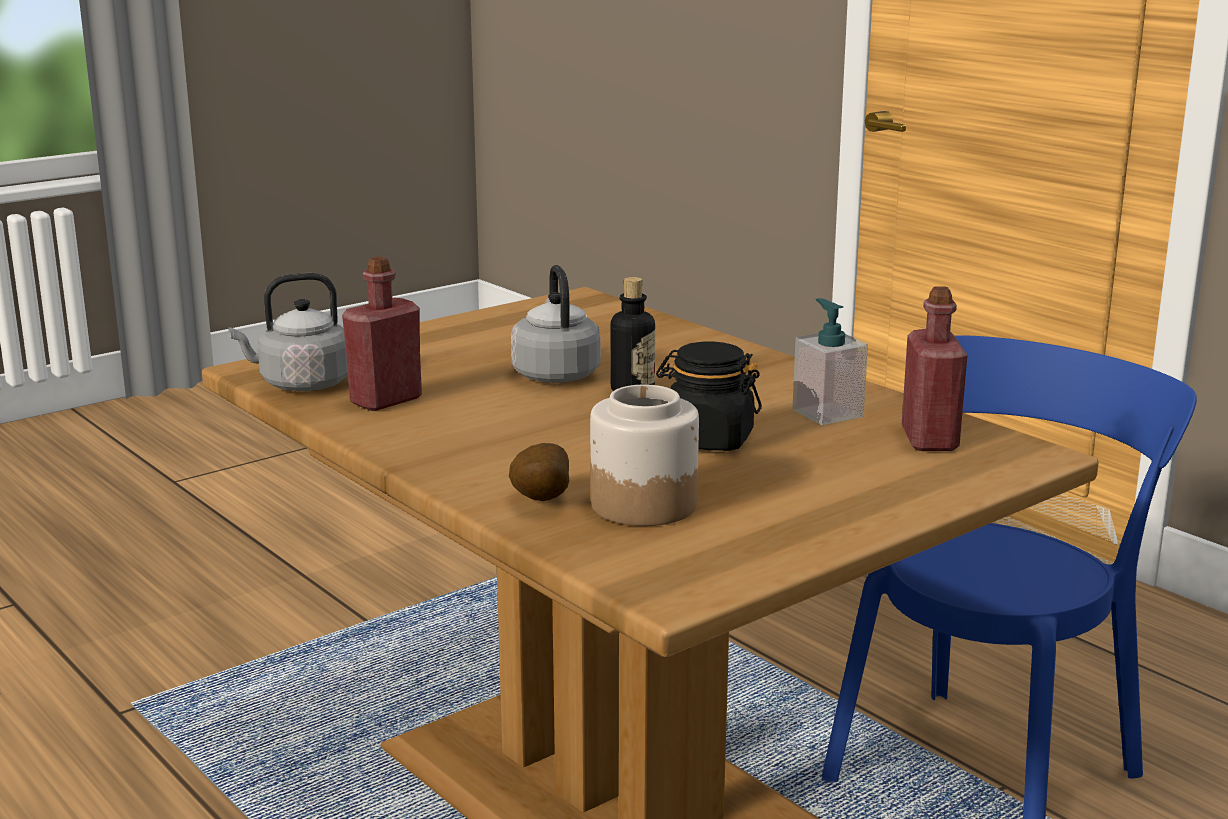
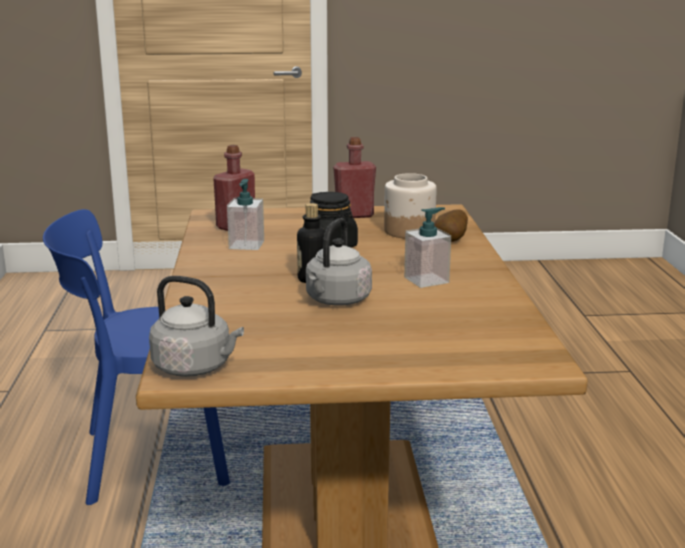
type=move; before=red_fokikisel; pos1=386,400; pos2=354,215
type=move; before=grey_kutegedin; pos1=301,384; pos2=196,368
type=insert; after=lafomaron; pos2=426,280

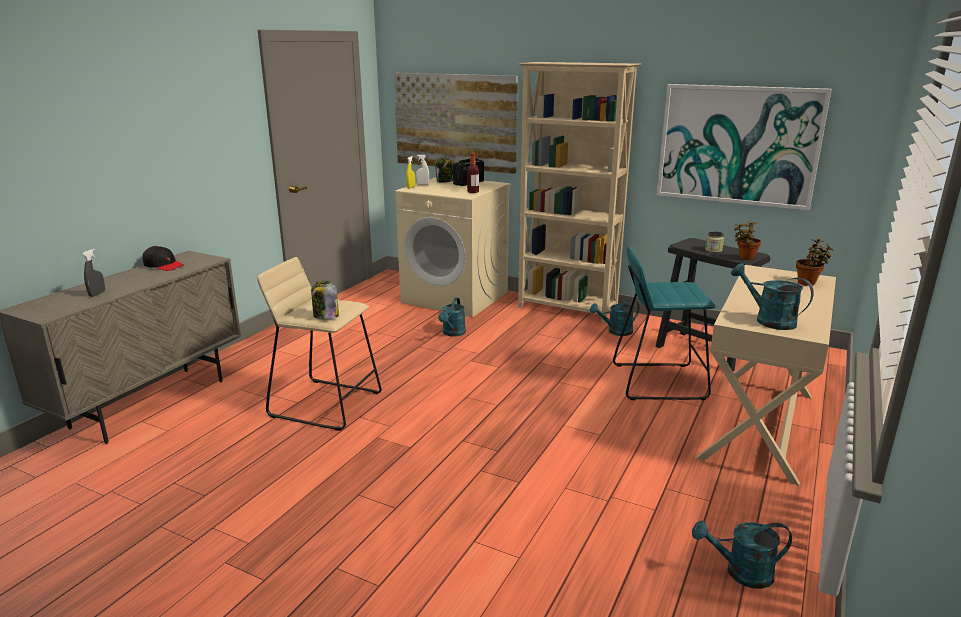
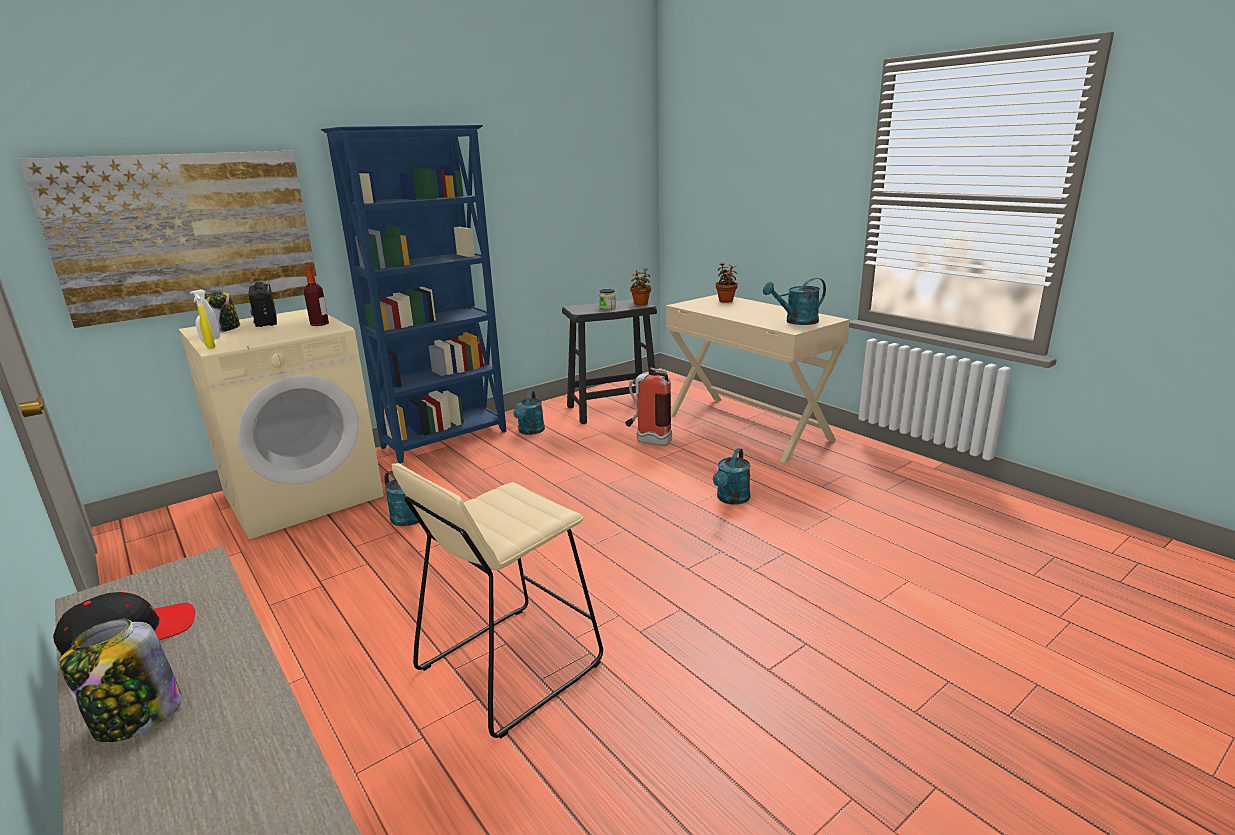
type=recolor; before=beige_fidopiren; after=blue_fidopiren; pos1=567,309; pos2=446,439
type=delete; before=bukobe; pos1=738,145
type=replace; before=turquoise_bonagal; after=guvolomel; pos1=658,381; pos2=647,441
type=delete; before=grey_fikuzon; pos1=97,294
type=move; before=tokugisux; pos1=325,316; pos2=136,717
type=move; before=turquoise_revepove; pos1=741,573; pos2=731,499

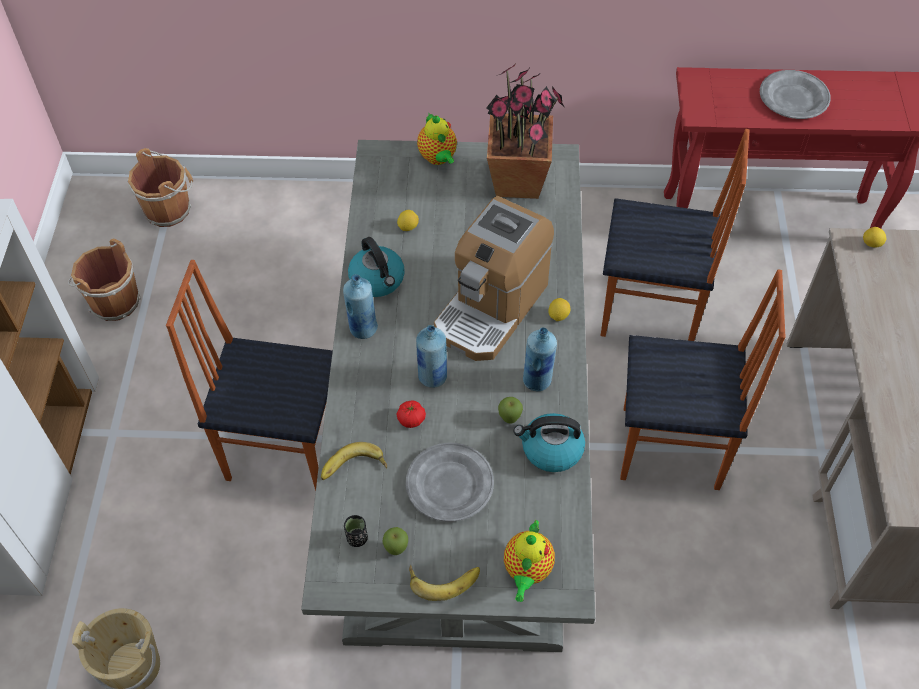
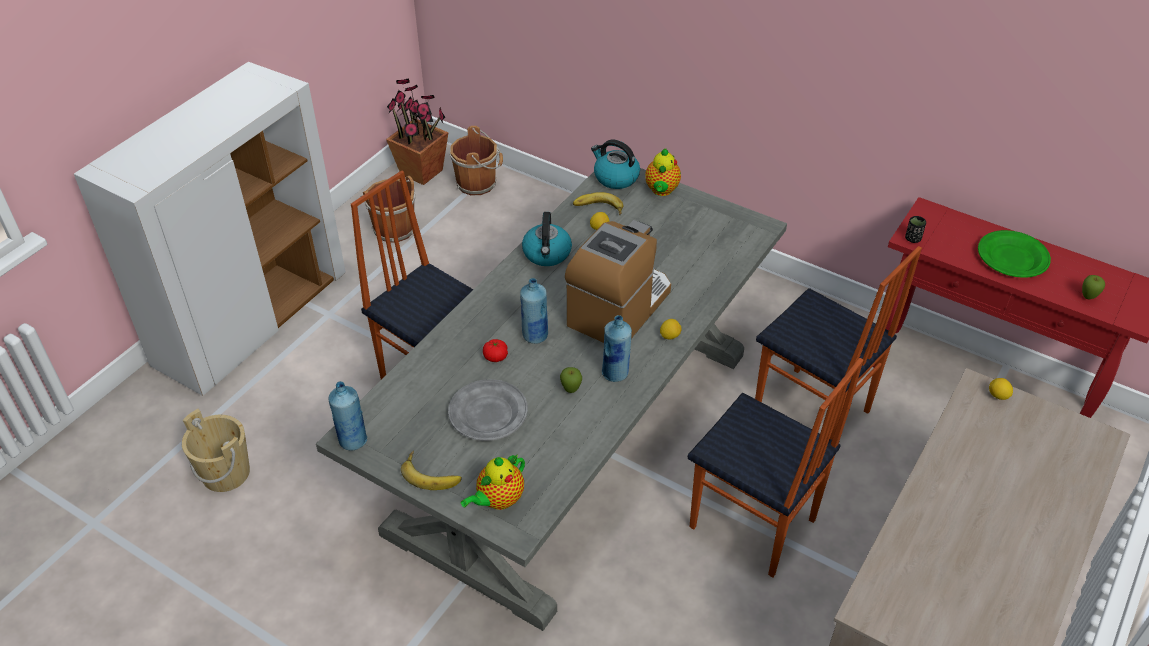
type=move; before=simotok; pos1=518,181; pos2=422,172
type=recolor; before=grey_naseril; after=green_naseril; pos1=794,98; pos2=1012,258
type=rotate; before=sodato; pos1=491,308; pos2=619,308; turn=150
type=move; before=blue_fokikisel; pos1=363,328; pos2=353,440
type=move; before=kutegedin; pos1=551,450; pos2=615,177
type=move; before=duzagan; pos1=354,469; pos2=598,209
type=move; before=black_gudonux; pos1=357,538; pos2=913,239
type=move; before=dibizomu; pos1=396,550; pos2=1088,297

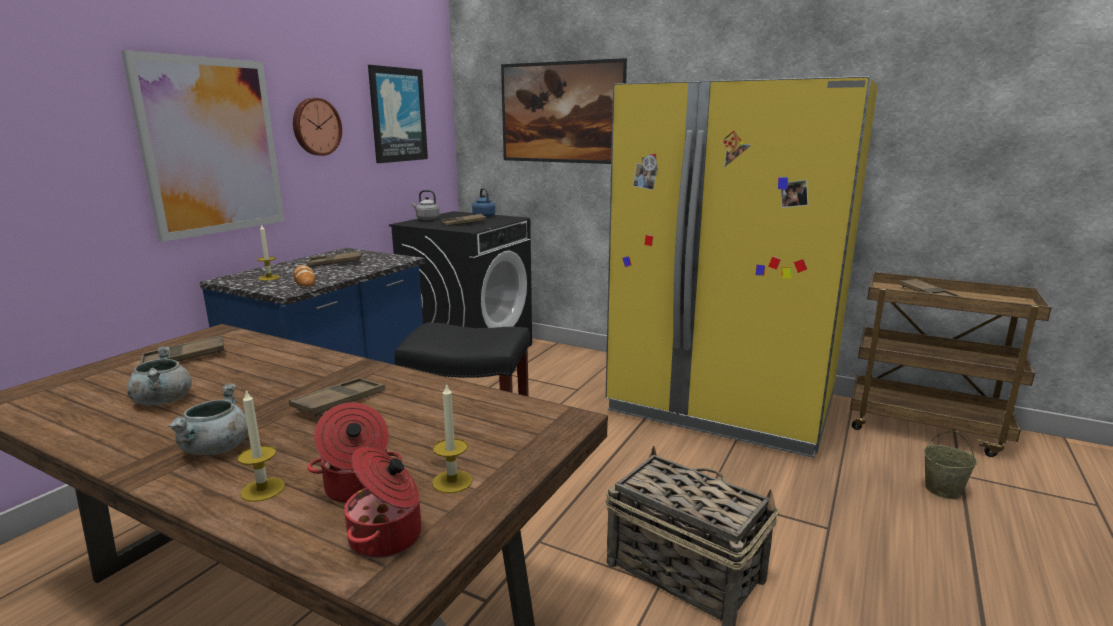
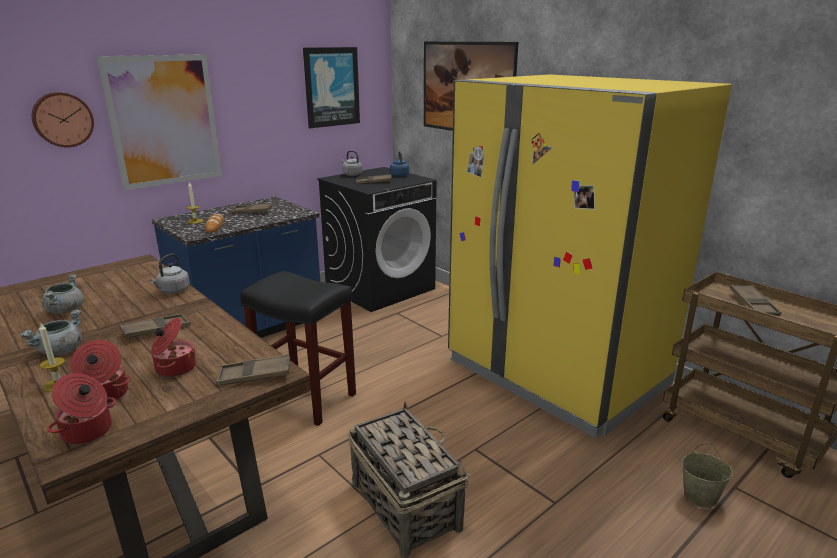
type=move; before=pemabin; pos1=315,127; pos2=62,119
type=move; before=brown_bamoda; pos1=184,358; pos2=255,375
type=delete; before=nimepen; pos1=452,481
type=insert; after=grey_kutegedin; pos2=173,291
type=insert; after=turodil; pos2=174,368

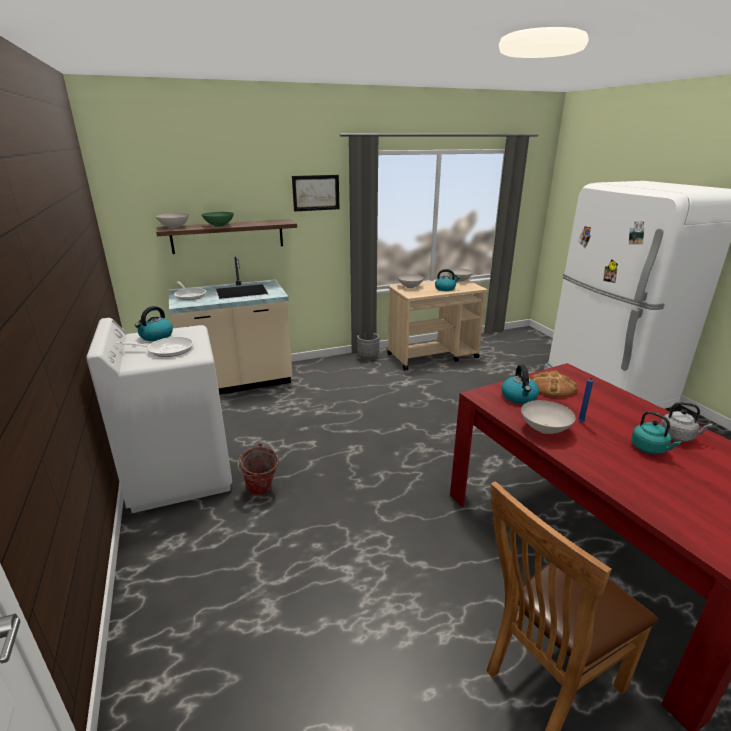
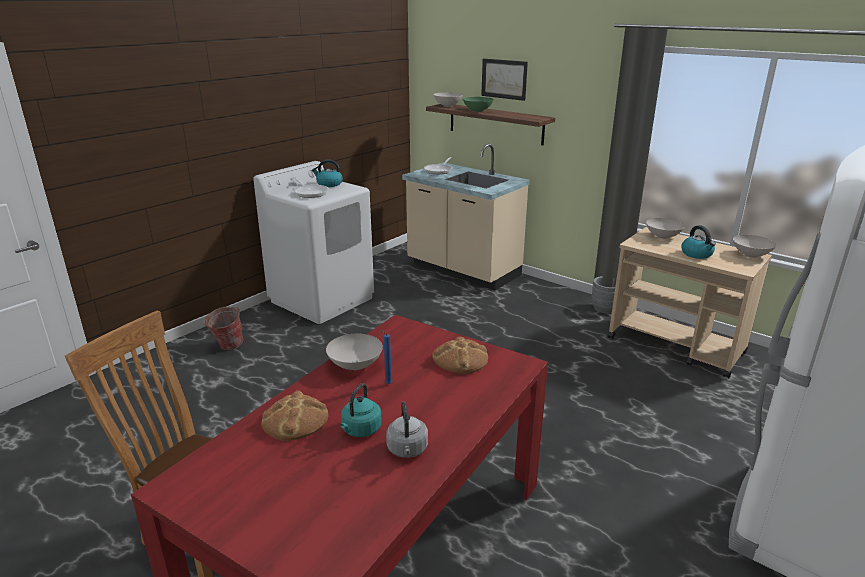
type=move; before=bukobe; pos1=316,193; pos2=504,79
type=delete; before=kutegedin; pos1=519,397
type=move; before=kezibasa; pos1=261,491; pos2=227,347
type=insert; after=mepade; pos2=295,419

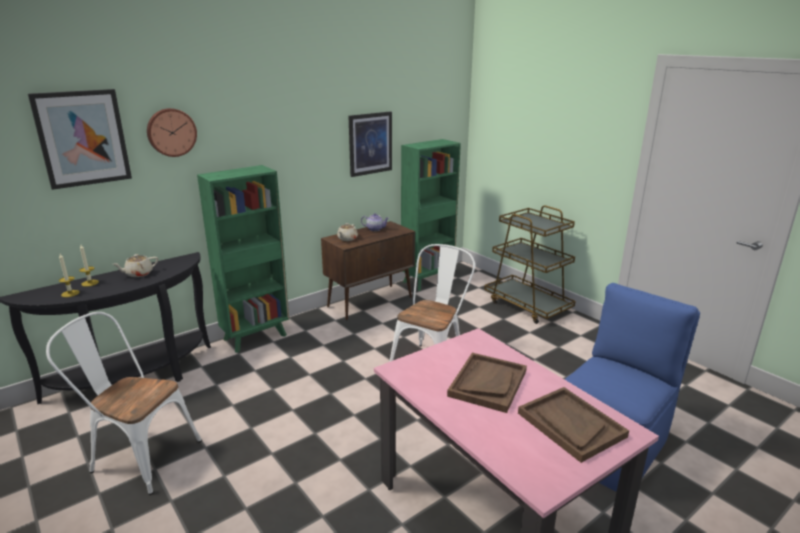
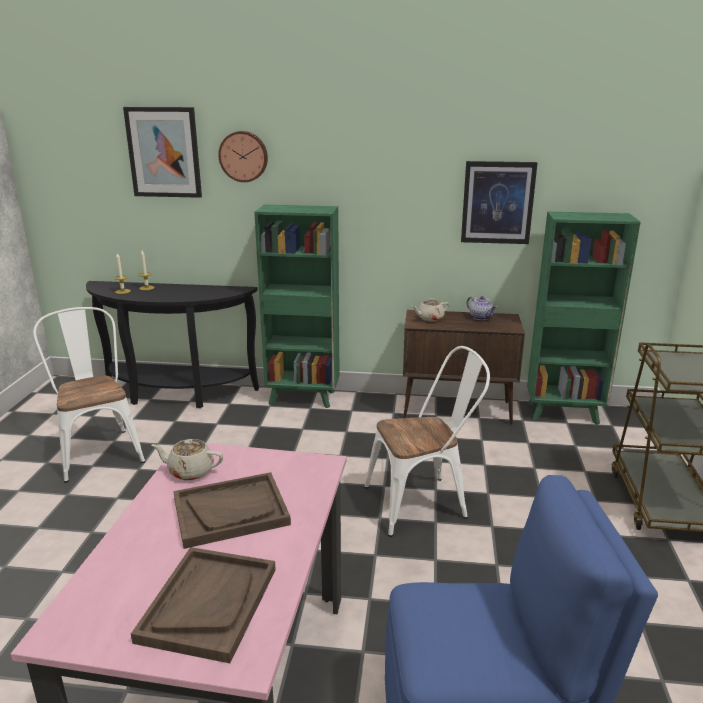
type=move; before=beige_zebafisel; pos1=138,274; pos2=190,471

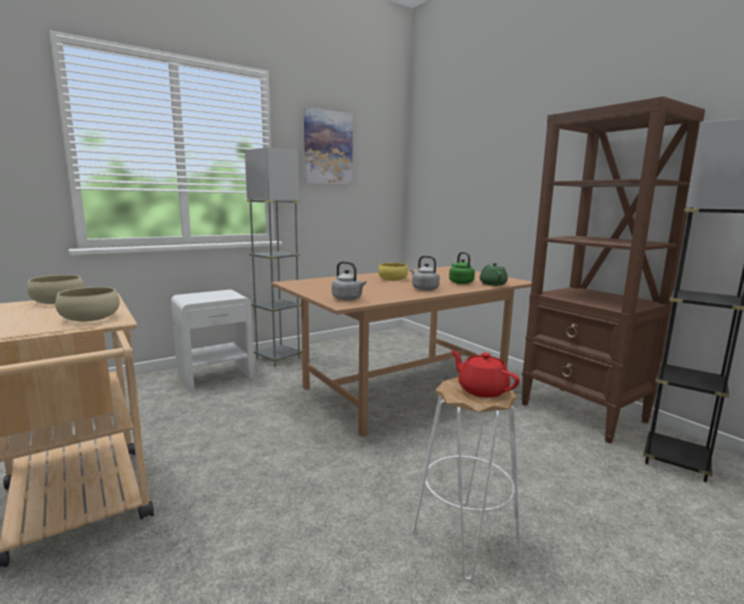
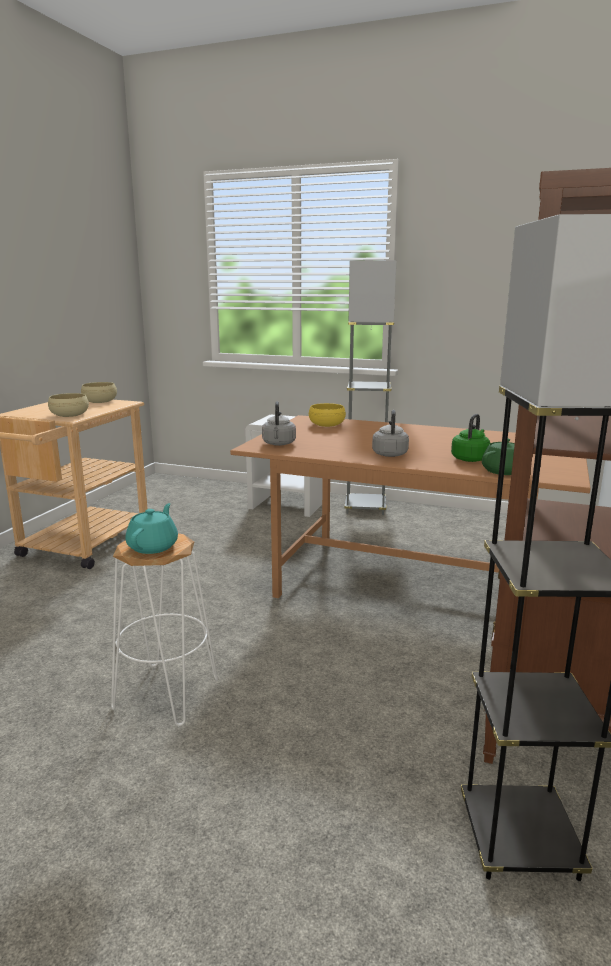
type=delete; before=bukobe; pos1=328,148
type=move; before=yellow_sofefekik; pos1=392,279; pos2=326,424
type=recolor; before=red_zebafisel; after=turquoise_zebafisel; pos1=482,390; pos2=153,546

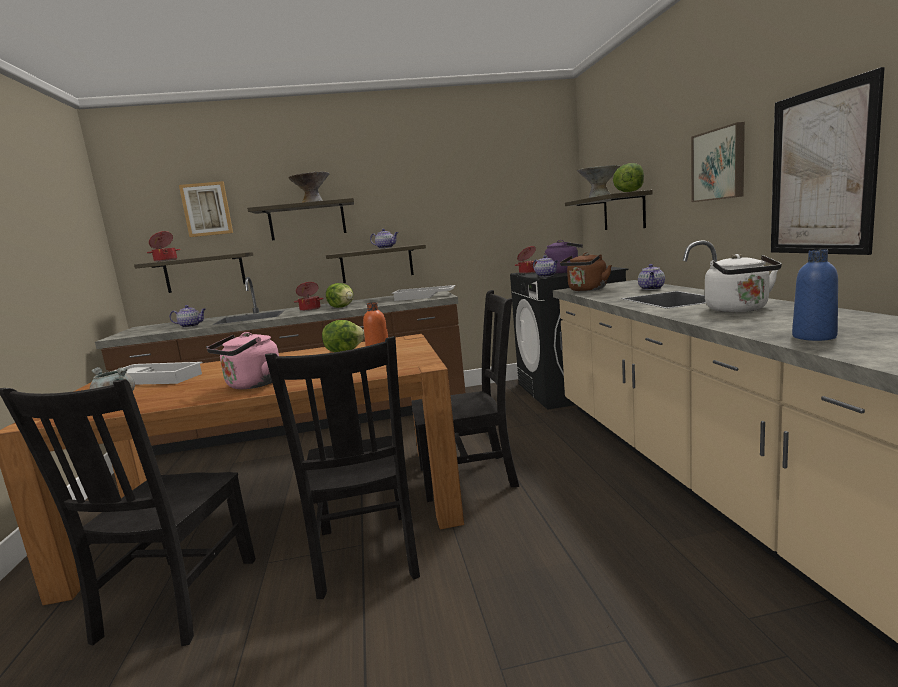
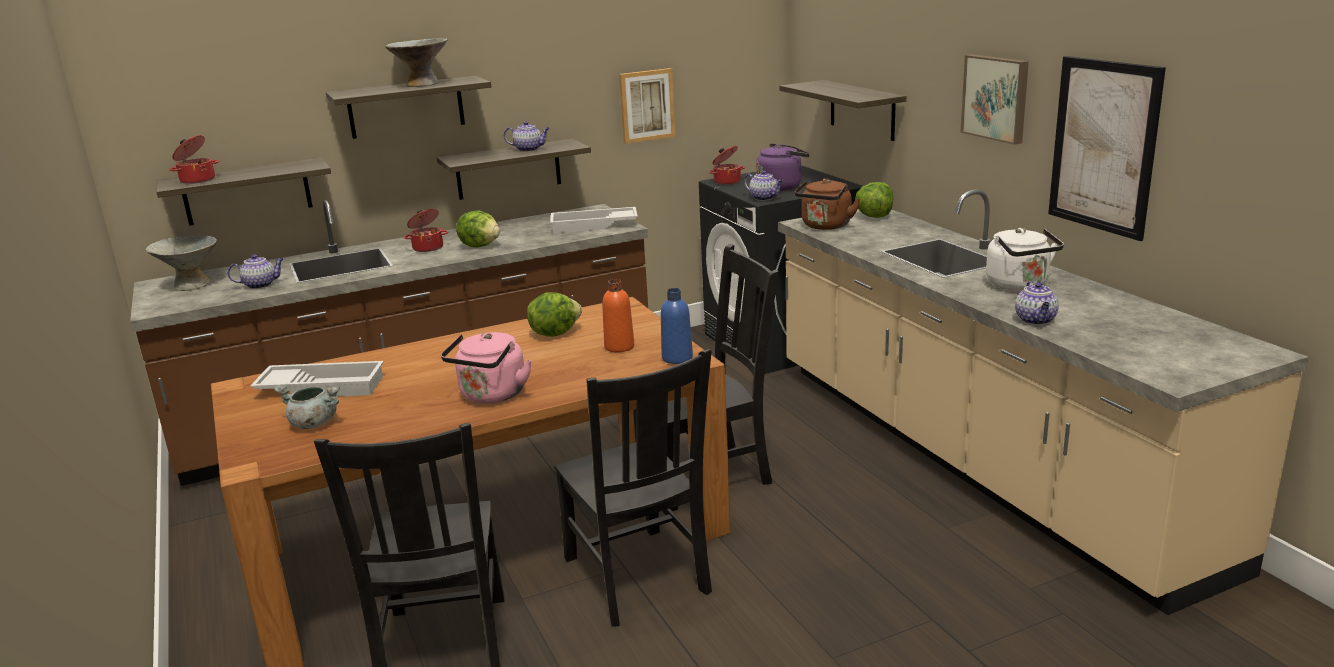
type=move; before=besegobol; pos1=629,192; pos2=874,216
type=move; before=grey_sofefekik; pos1=599,197; pos2=192,285
type=move; before=bukobe; pos1=207,209; pos2=646,105
type=move; before=blue_fokikisel; pos1=814,337; pos2=677,358
type=move; before=zebafisel; pos1=651,289; pos2=1036,320

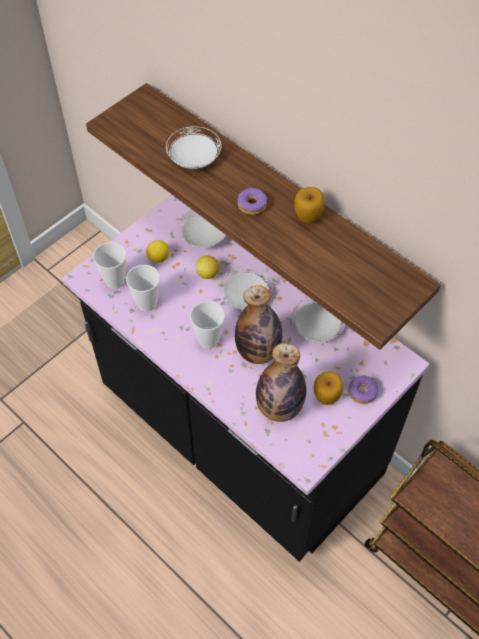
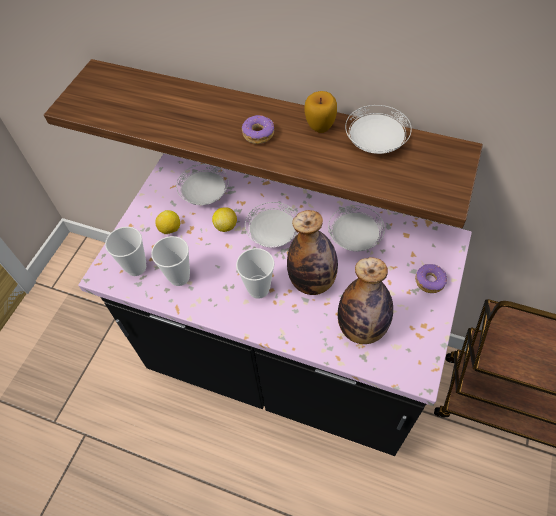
type=move; before=white_naseril; pos1=194,159; pos2=375,142
type=delete; before=dibizomu; pos1=326,397

